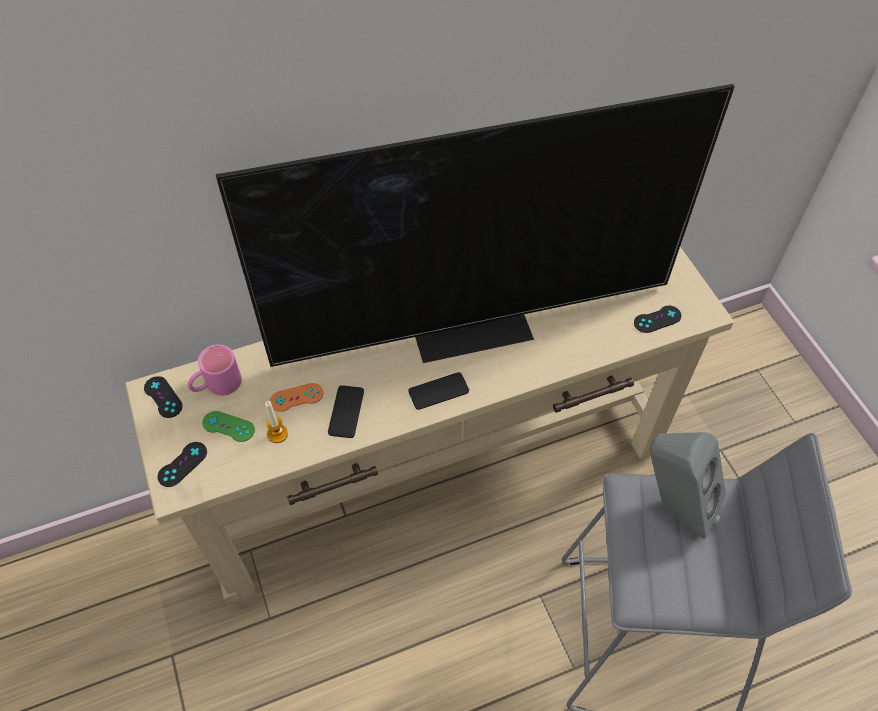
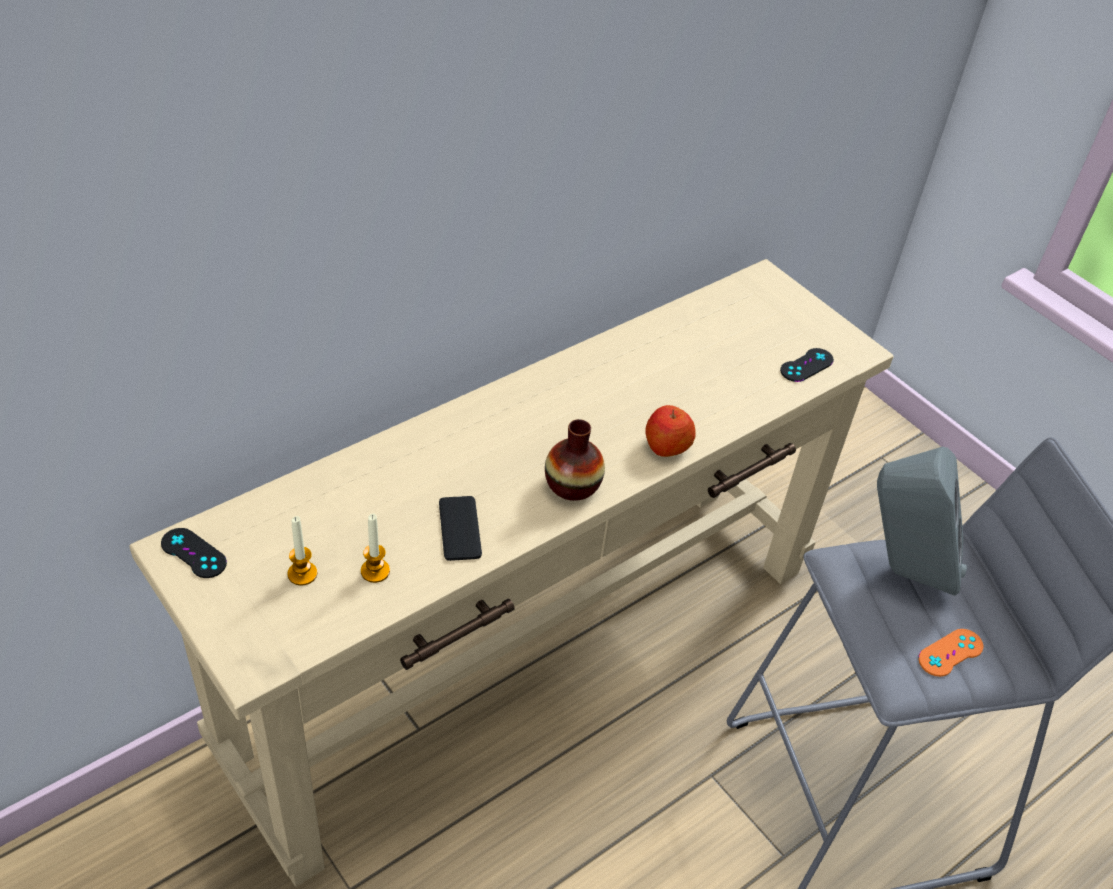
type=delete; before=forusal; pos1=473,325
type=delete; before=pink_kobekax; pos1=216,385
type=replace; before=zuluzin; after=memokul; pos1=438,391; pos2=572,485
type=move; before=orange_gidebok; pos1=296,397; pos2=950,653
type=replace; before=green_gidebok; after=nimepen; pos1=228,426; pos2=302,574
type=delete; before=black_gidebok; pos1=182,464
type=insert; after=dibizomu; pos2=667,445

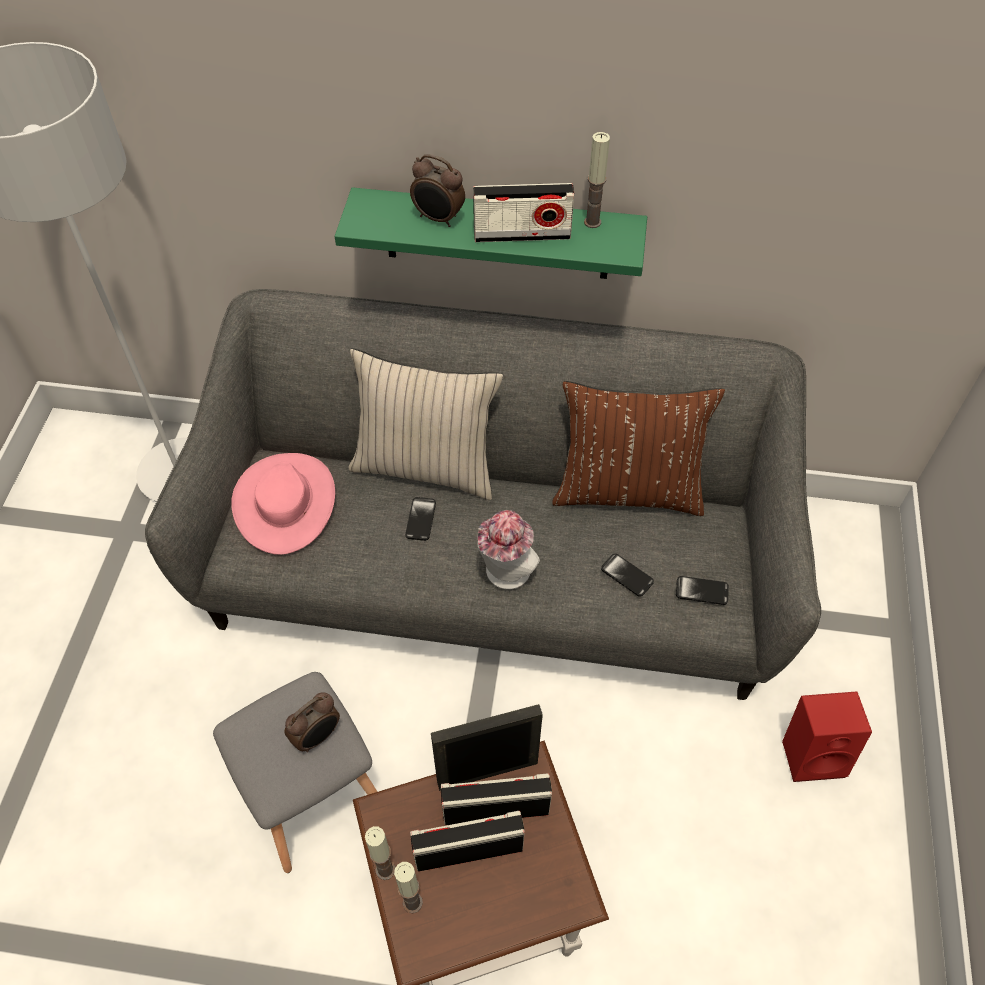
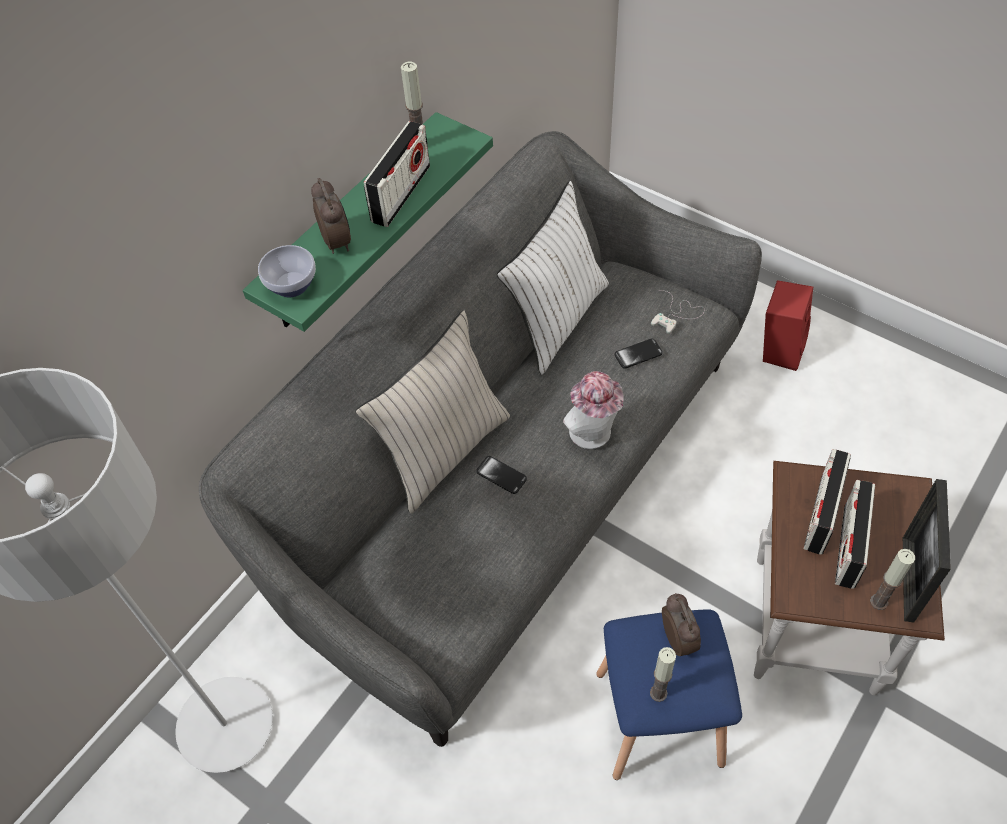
type=rotate; before=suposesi; pos1=438,219; pos2=337,241; turn=-75
type=recolor; before=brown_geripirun; after=white_geripirun; pos1=627,490; pos2=556,320
type=delete; before=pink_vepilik; pos1=286,503
type=replace; before=zuluzin; after=white_gidebok; pos1=701,591; pos2=677,314
type=recolor; before=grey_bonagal; after=blue_bonagal; pos1=313,792; pos2=657,716
type=move; before=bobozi; pos1=487,772; pos2=908,579
type=move; before=nimepen; pos1=385,870; pos2=658,693
type=insert; after=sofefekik; pos2=292,286

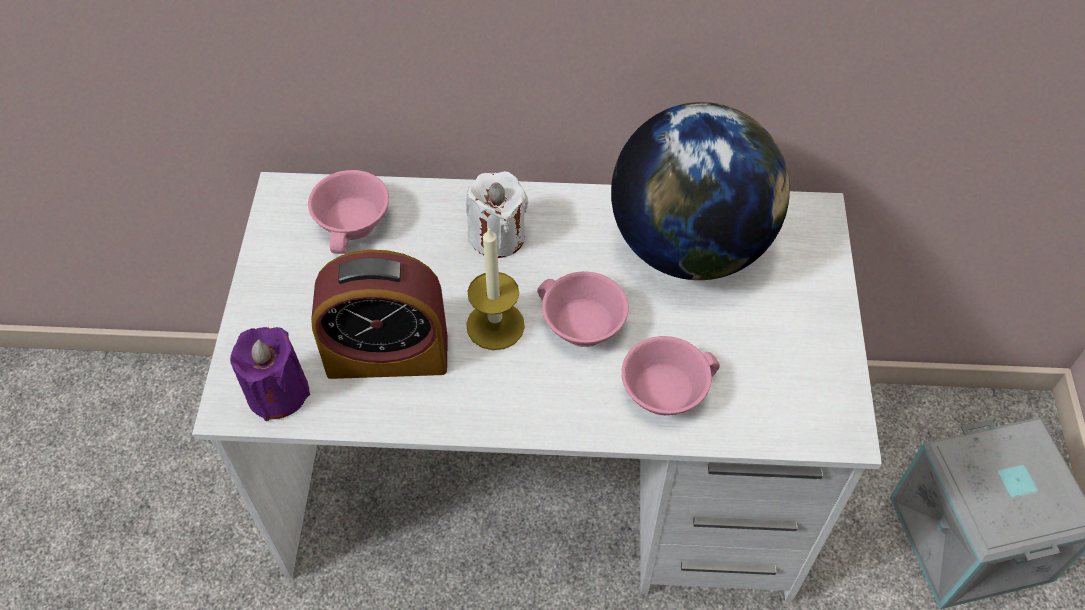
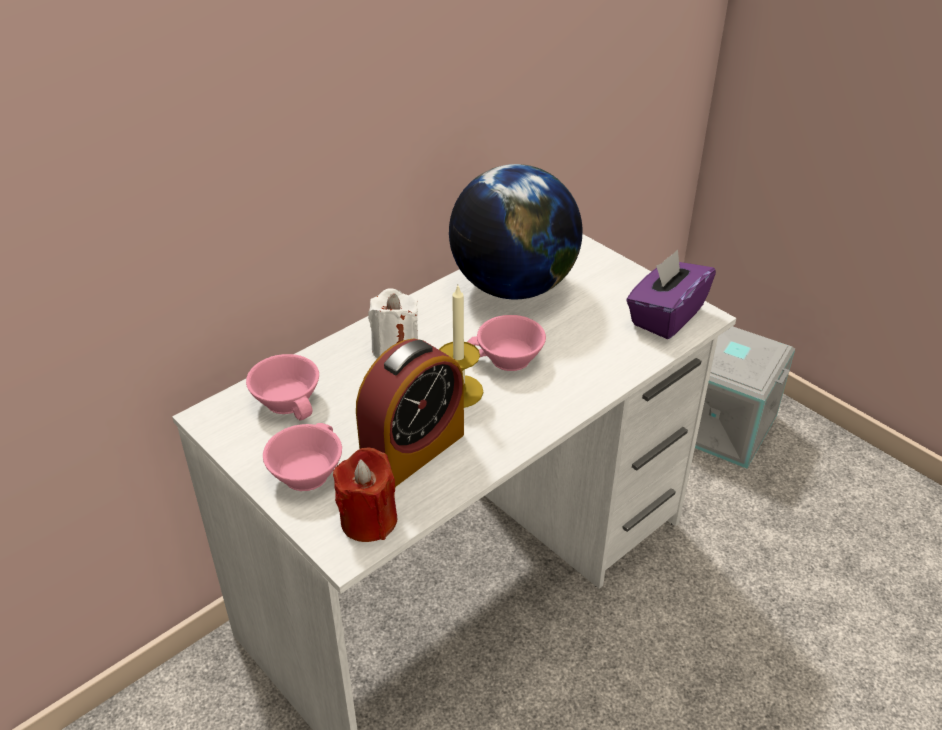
type=recolor; before=purple_nimepen; after=red_nimepen; pos1=277,392; pos2=368,520
type=move; before=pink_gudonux; pos1=664,389; pos2=304,472
type=insert; after=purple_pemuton; pos2=666,316

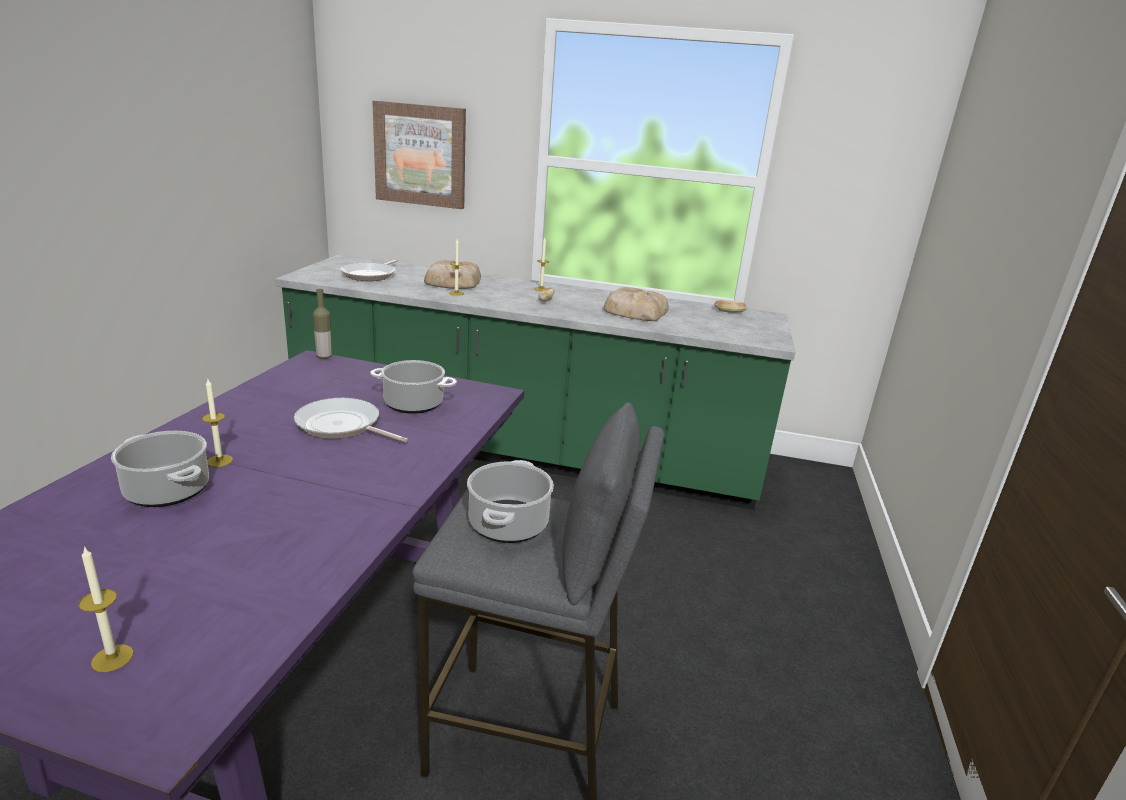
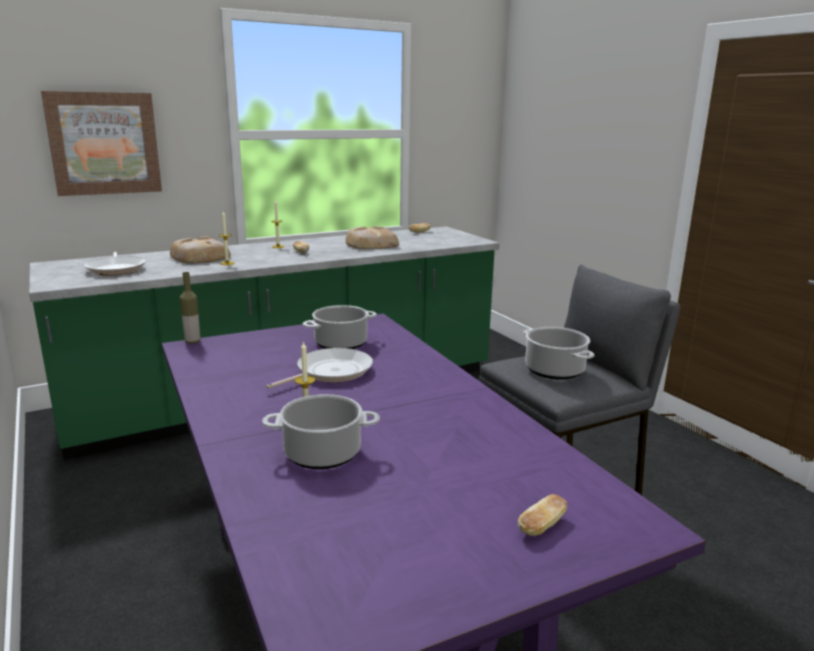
type=rotate; before=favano; pos1=342,426; pos2=330,372; turn=150
type=replace; before=nimepen; after=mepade; pos1=112,658; pos2=541,527

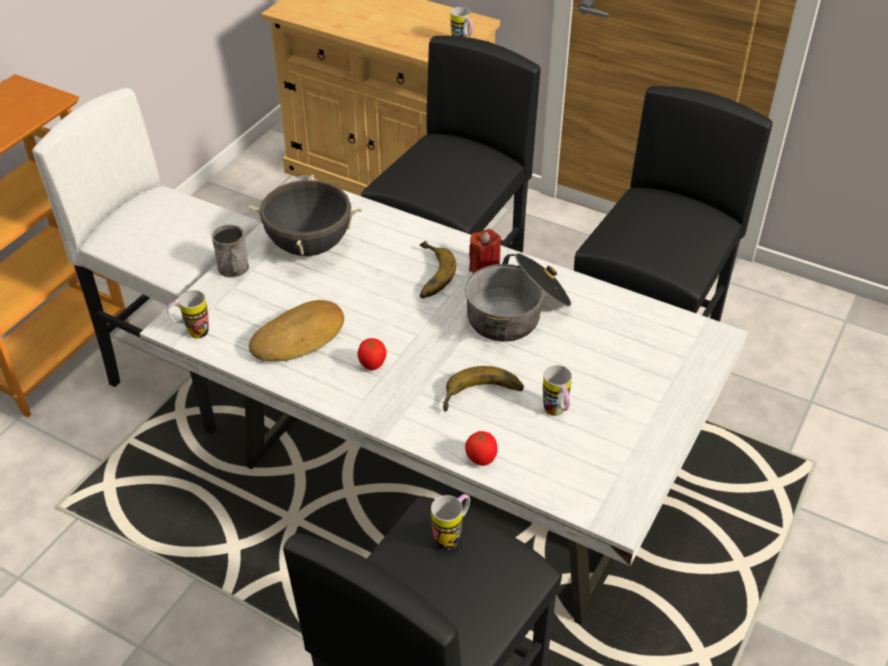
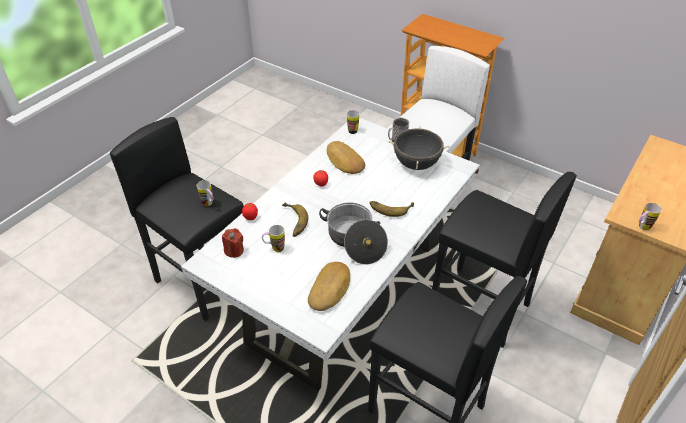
type=move; before=red_nimepen; pos1=484,267; pos2=234,250
type=insert; after=mepade; pos2=330,289

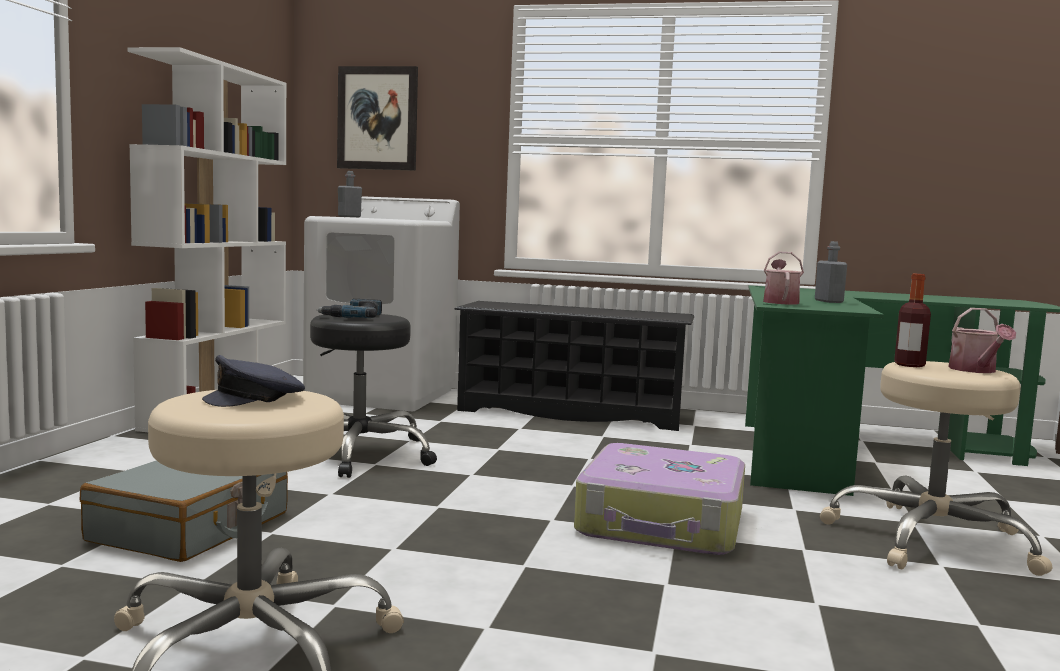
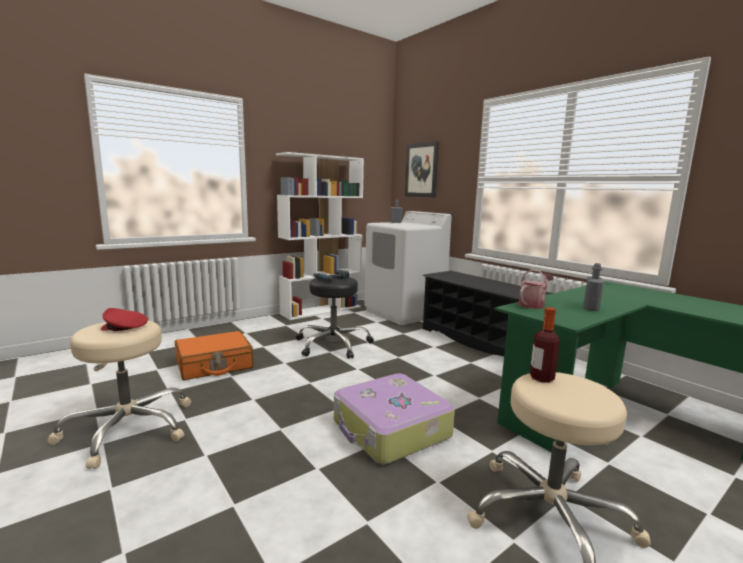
type=delete; before=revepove; pos1=975,370
type=recolor; before=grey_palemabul; after=red_palemabul; pos1=257,399; pos2=124,328
type=recolor; before=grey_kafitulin; after=orange_kafitulin; pos1=191,528; pos2=214,365

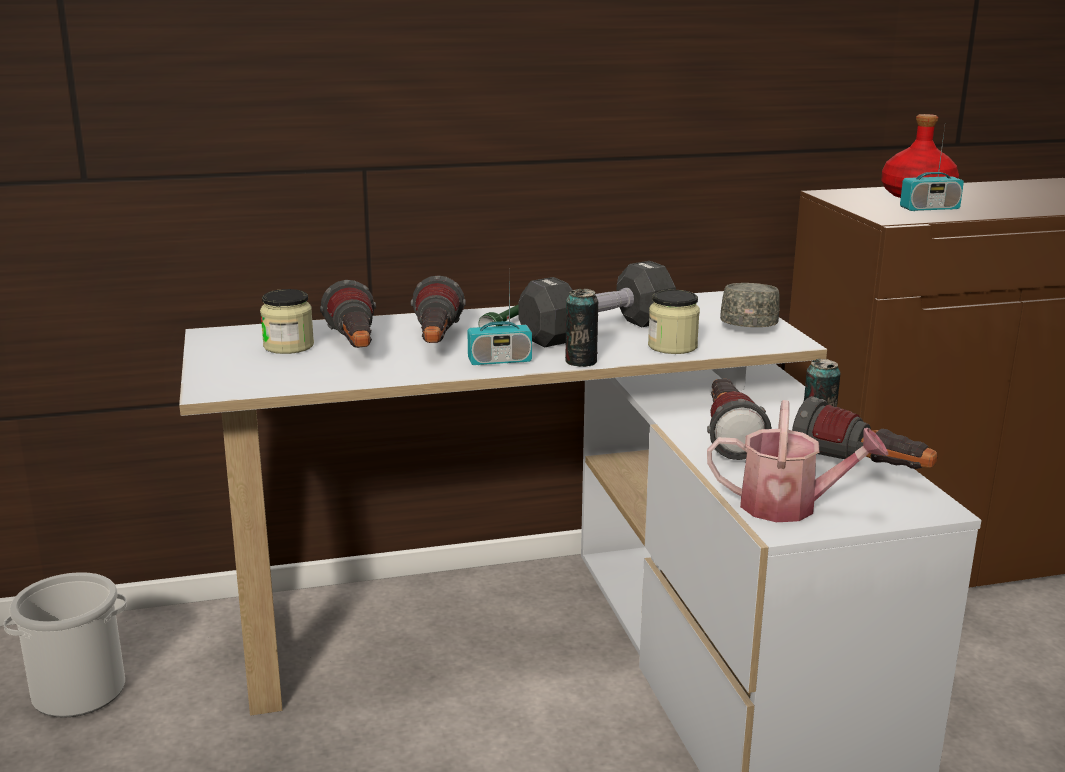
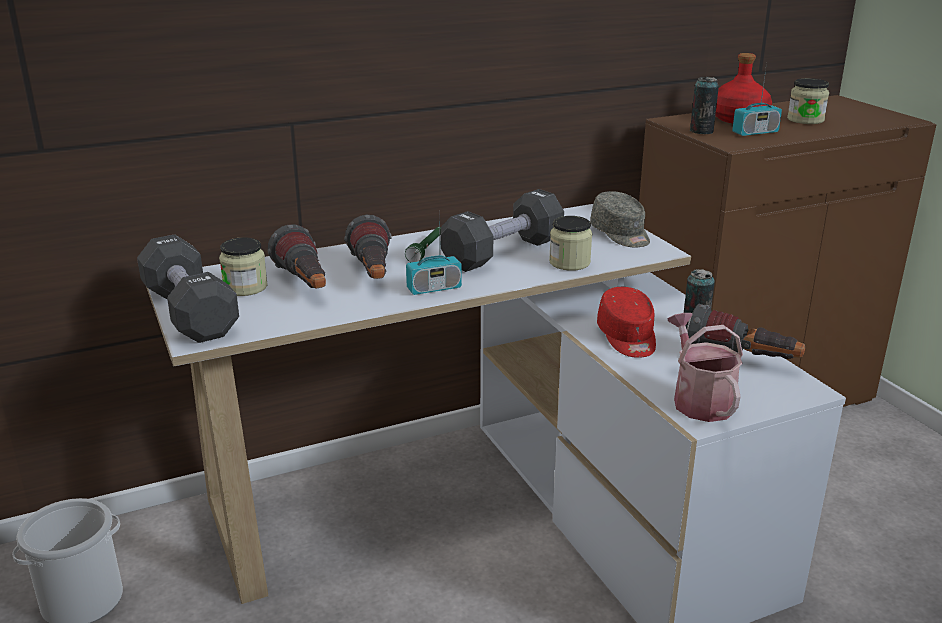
type=rotate; before=grey_palemabul; pos1=749,322; pos2=621,234; turn=150
type=move; before=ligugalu; pos1=581,361; pos2=701,131
type=replace; before=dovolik; after=red_palemabul; pos1=728,436; pos2=627,338
type=rotate; before=revepove; pos1=789,506; pos2=699,400; turn=-105
type=insert; after=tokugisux; pos2=805,120
type=insert; after=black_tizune; pos2=190,312

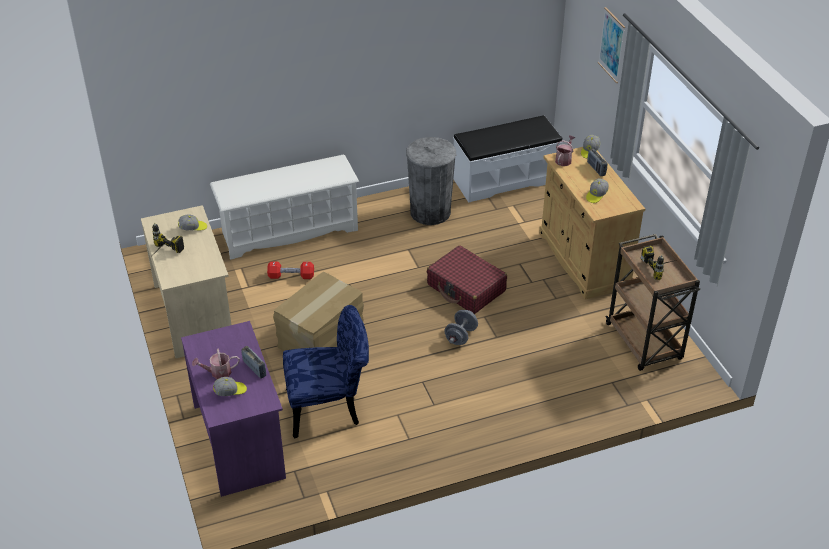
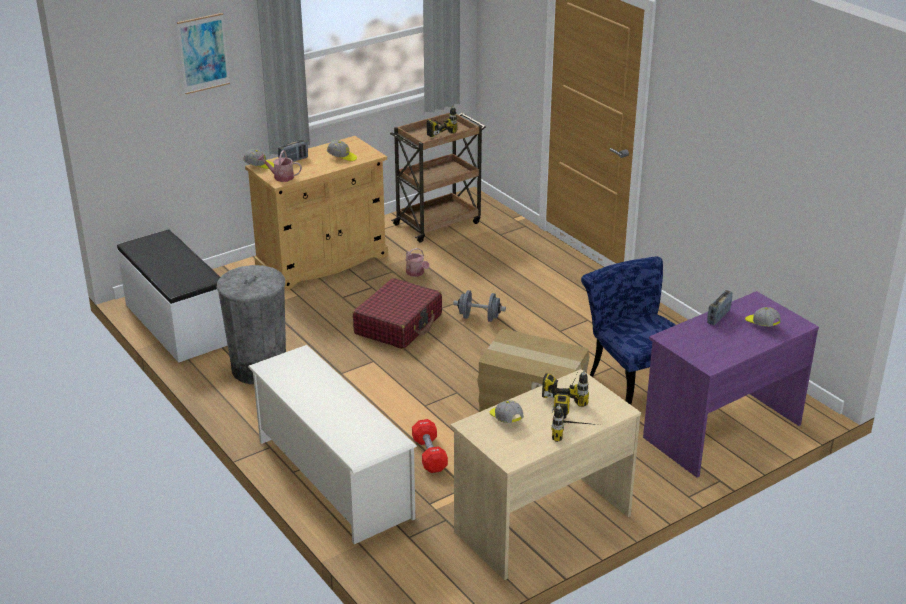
type=move; before=revepove; pos1=218,372; pos2=416,273
type=insert; after=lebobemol; pos2=569,392

